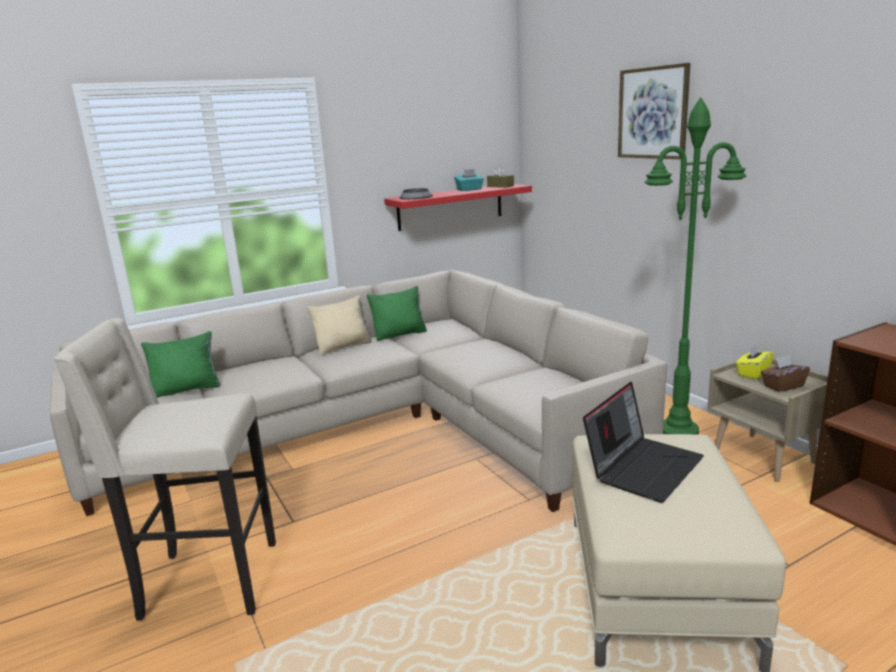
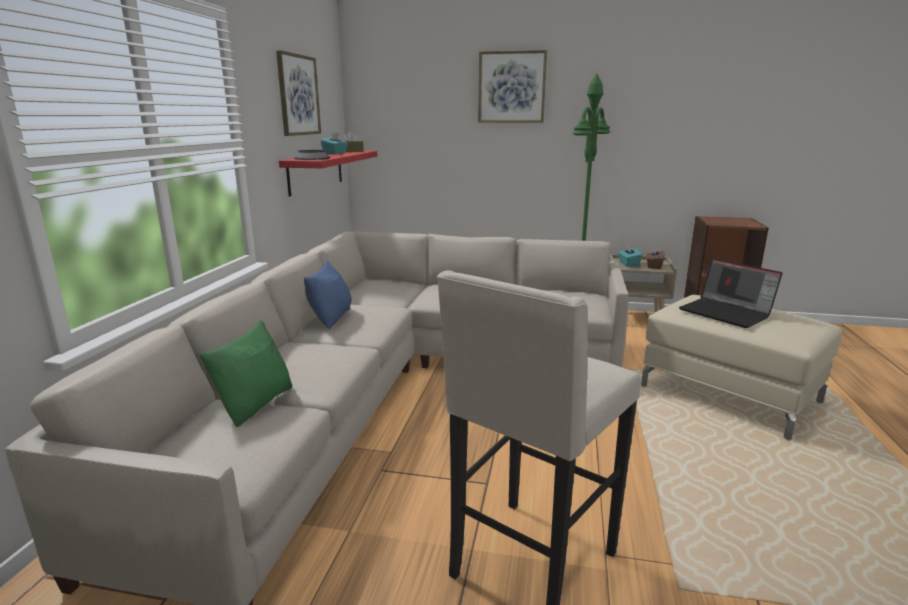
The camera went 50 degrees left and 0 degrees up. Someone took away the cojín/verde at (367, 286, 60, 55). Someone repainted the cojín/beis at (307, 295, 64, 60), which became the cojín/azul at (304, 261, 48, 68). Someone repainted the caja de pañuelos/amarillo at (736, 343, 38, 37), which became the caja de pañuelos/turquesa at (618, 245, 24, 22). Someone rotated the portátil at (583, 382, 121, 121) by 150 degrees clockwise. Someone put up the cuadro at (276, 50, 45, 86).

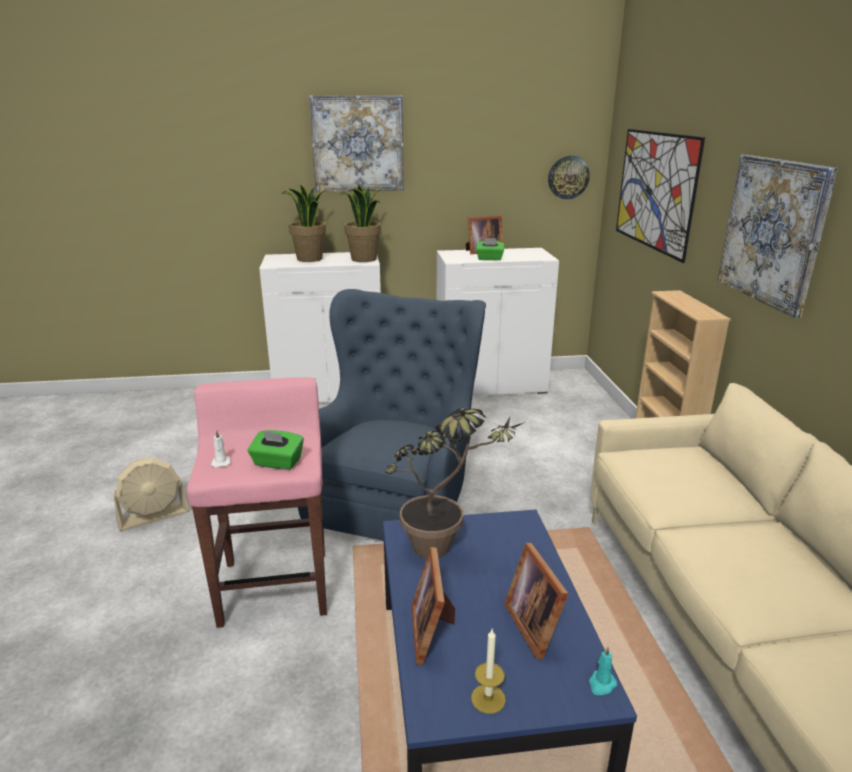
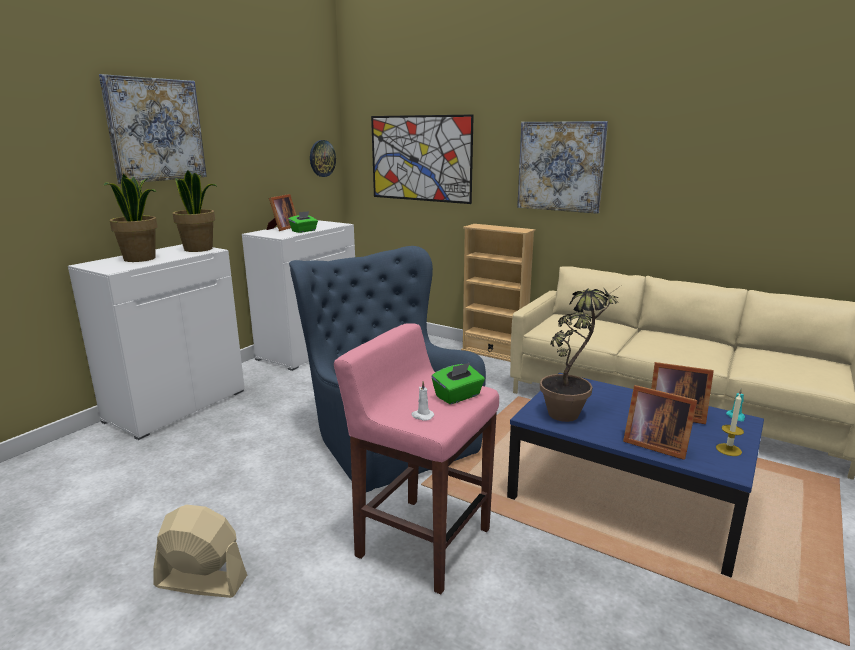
The camera went 50 degrees left and 5 degrees down. Someone rotated the ventilador/beis at (114, 457, 75, 74) by 90 degrees counterclockwise.

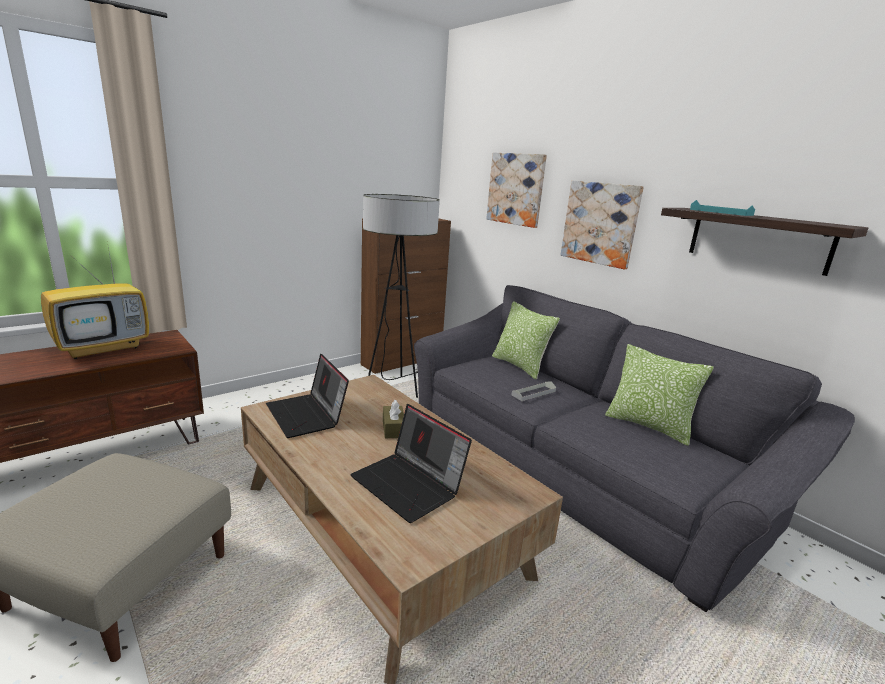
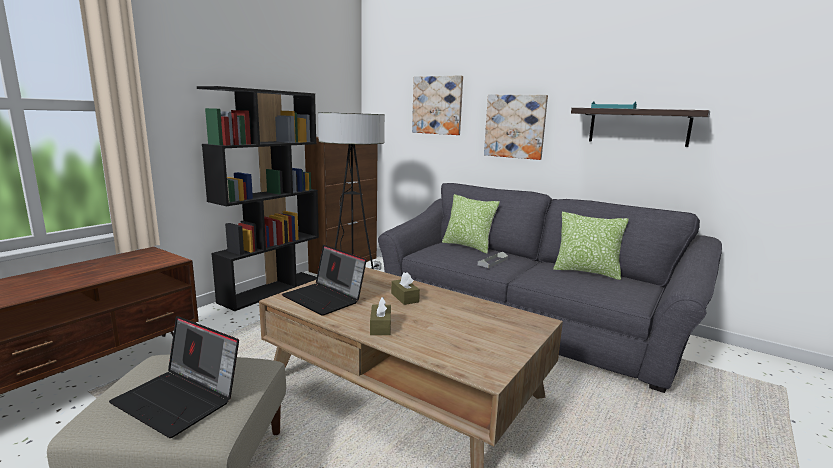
The camera went 15 degrees left and 5 degrees down. Someone took away the televisor at (41, 241, 108, 118). Someone carried the portátil from (351, 404, 121, 119) to (109, 316, 130, 122). Someone put down the estantería/negro at (197, 86, 122, 225). Someone put down the caja de pañuelos/marrón at (370, 297, 21, 38).

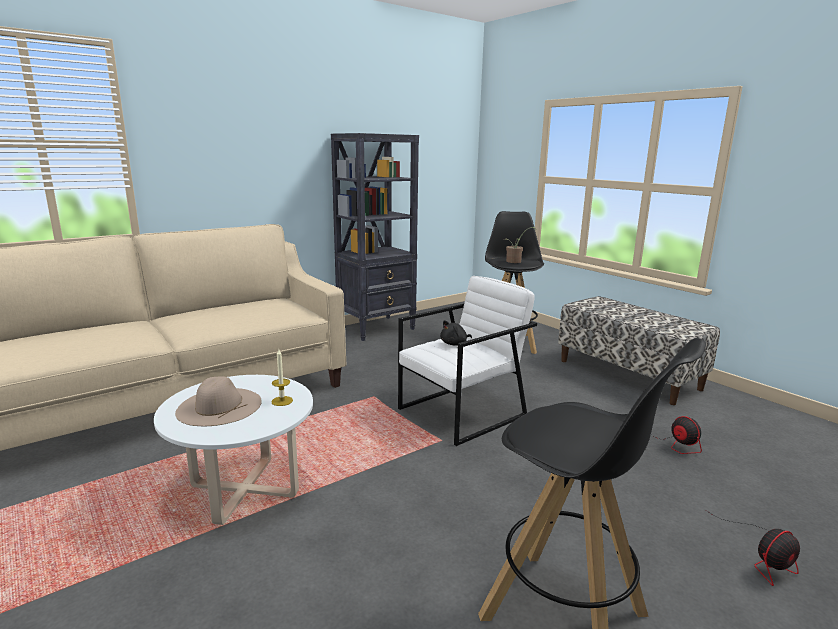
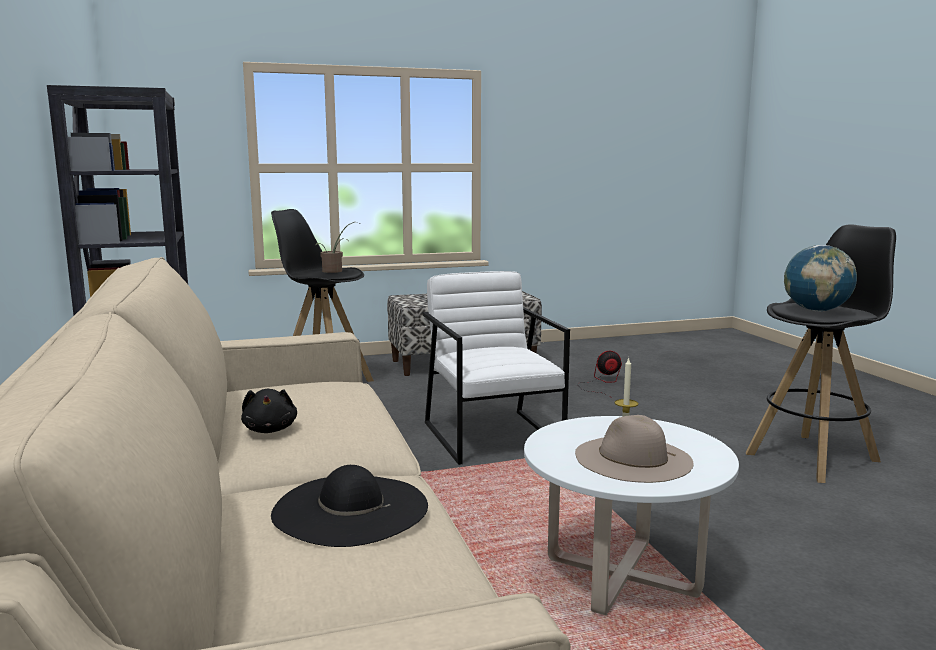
The camera went 70 degrees left and 5 degrees down. Someone carried the peluche/negro from (440, 320, 32, 26) to (241, 389, 56, 44). Someone took away the ventilador at (706, 510, 94, 76). Someone put down the globo terráqueo at (784, 245, 73, 67). Someone put down the sombrero/negro at (271, 465, 157, 82).

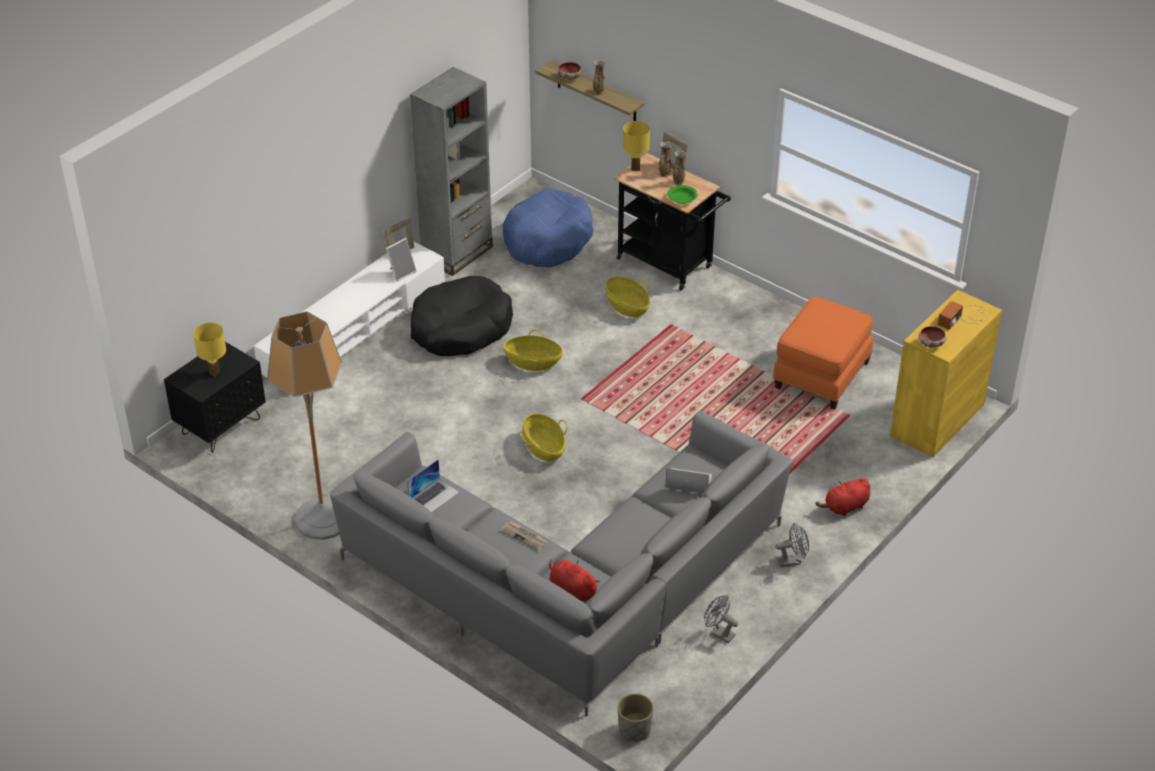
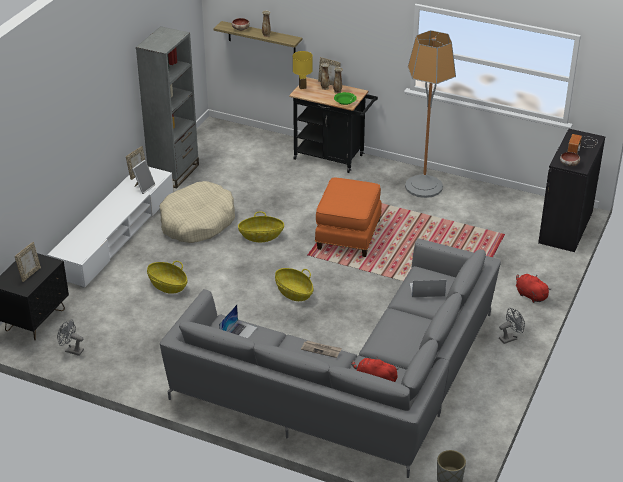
The camera went 15 degrees left and 5 degrees down. Someone took away the cama para perro/azul at (502, 189, 92, 78). Someone repainted the cama para perro/negro at (411, 276, 102, 80), which became the cama para perro/beis at (160, 181, 75, 62). Someone carried the cesta from (605, 276, 45, 41) to (147, 261, 40, 33). Someone repainted the armario/amarillo at (890, 290, 112, 168), which became the armario/negro at (538, 129, 67, 123). Someone carried the puf/naranja from (773, 297, 100, 113) to (315, 178, 67, 79). Someone carried the lámpara de pie from (267, 311, 75, 229) to (405, 30, 51, 168). Someone swapped the lámpara de mesa/amarillo at (193, 323, 33, 54) for the portarretratos at (15, 242, 26, 40). Someone rotated the peluche/rojo at (816, 478, 54, 39) by 90 degrees clockwise. Someone carried the ventilador/gris from (704, 595, 34, 48) to (57, 320, 27, 36).

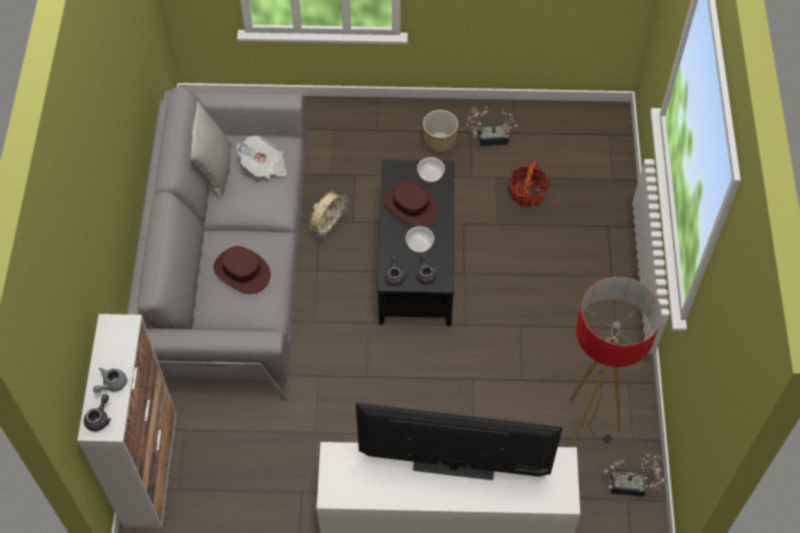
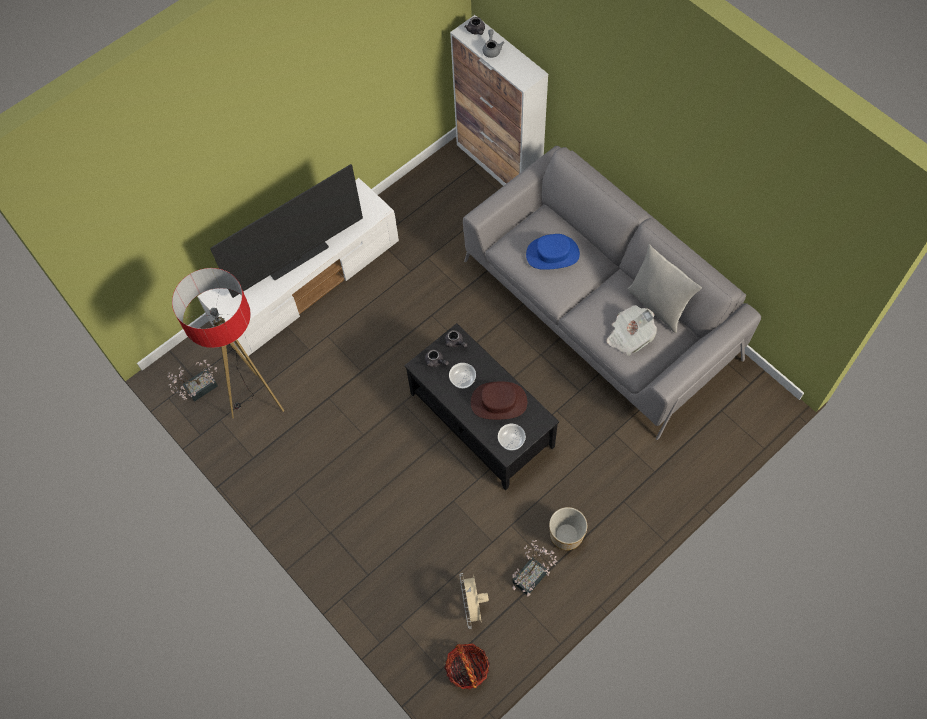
The camera went 140 degrees right and 5 degrees up. Someone carried the cesta from (508, 161, 41, 46) to (445, 643, 45, 47). Someone carried the ventilador/beis from (310, 191, 38, 48) to (459, 573, 30, 56). Someone repainted the sombrero/marrón at (213, 246, 58, 48), which became the sombrero/azul at (526, 234, 54, 36).

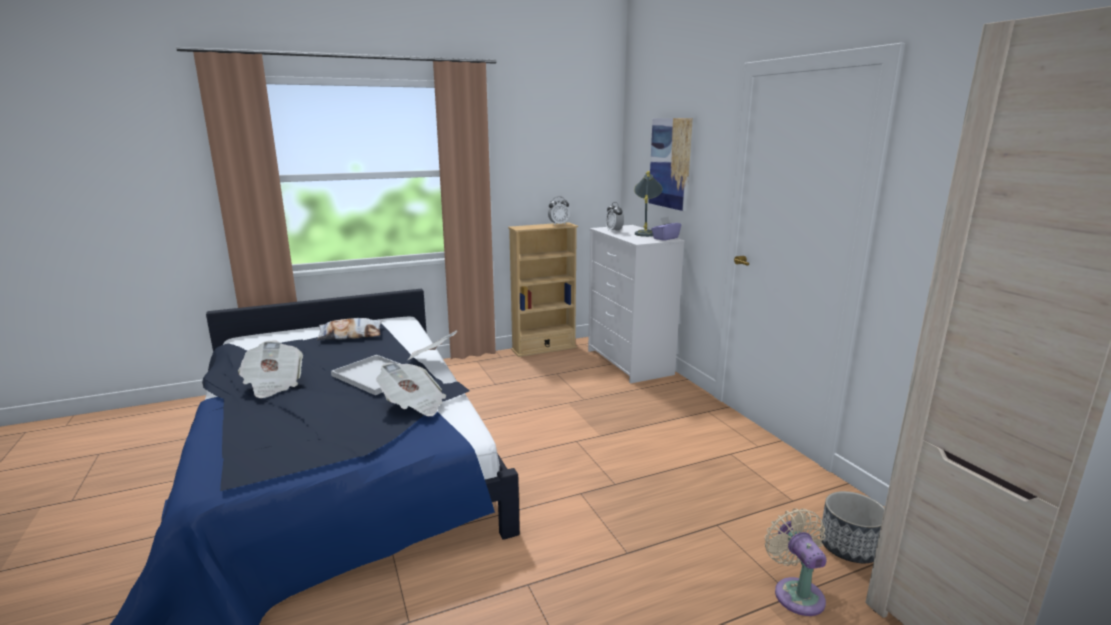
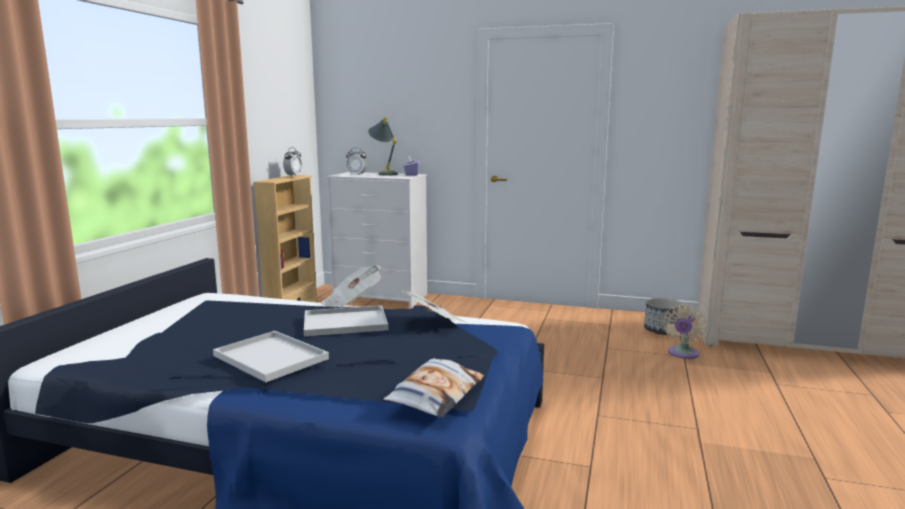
The camera went 50 degrees left and 5 degrees down. Someone took away the cuadro at (648, 118, 45, 93). Someone carried the cojín from (317, 318, 65, 22) to (383, 358, 101, 60). Someone swapped the periódico at (238, 341, 65, 57) for the bandeja/blanco at (213, 331, 116, 51). Someone rotated the ventilador/beis at (765, 508, 61, 108) by 90 degrees counterclockwise.

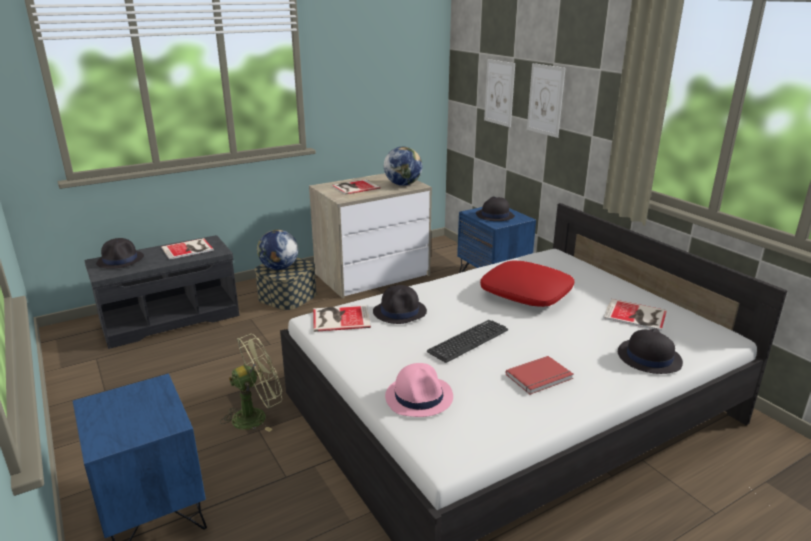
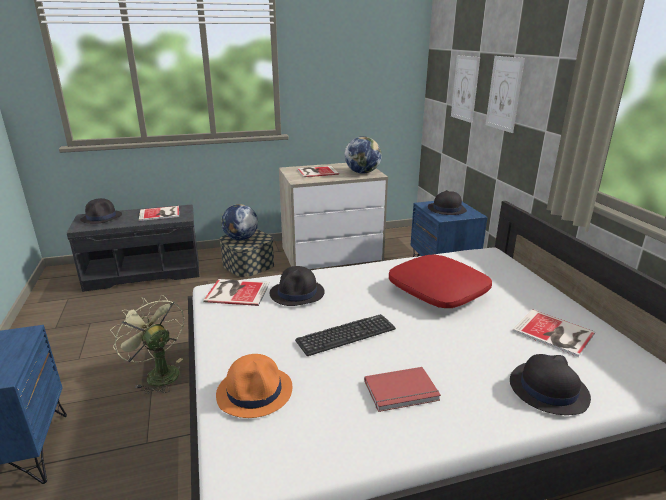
The camera went 15 degrees right and 0 degrees up. Someone rotated the ventilador/verde at (220, 334, 62, 98) by 120 degrees counterclockwise. Someone repainted the sombrero/rosa at (385, 363, 68, 54), which became the sombrero/naranja at (216, 354, 76, 64).

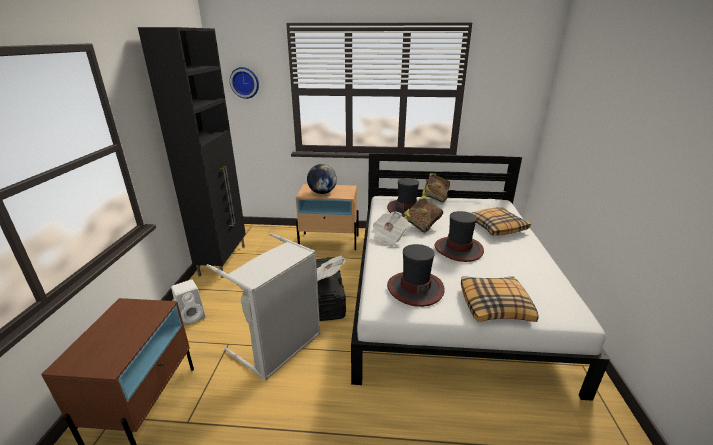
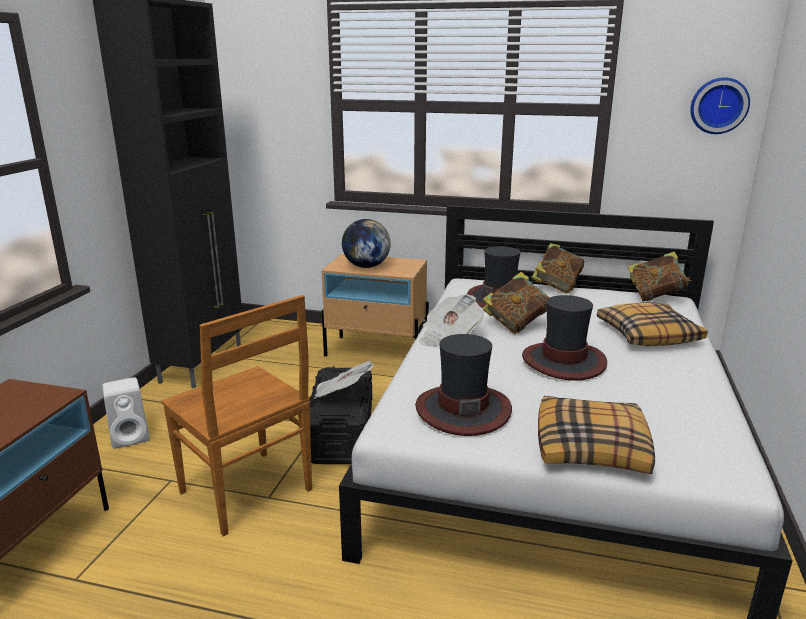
The camera went 10 degrees right and 5 degrees down. Someone carried the reloj de pared from (230, 67, 29, 32) to (690, 77, 60, 57). Someone swapped the cesto de la ropa/gris at (206, 233, 115, 147) for the silla/marrón at (161, 295, 151, 241). Someone put down the libro at (628, 251, 64, 50).

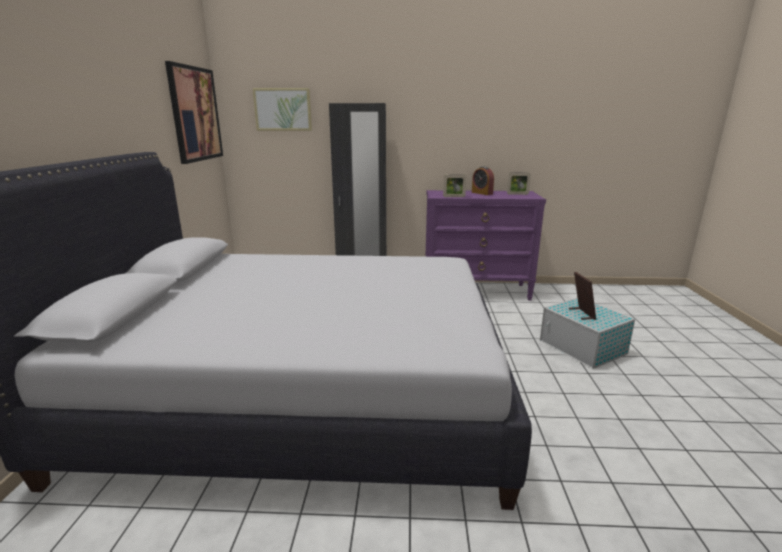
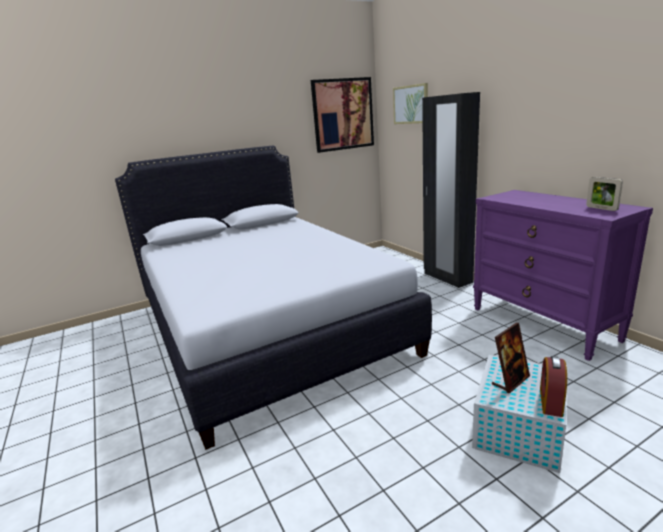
The camera went 60 degrees right and 0 degrees up. Someone carried the despertador from (472, 166, 22, 29) to (540, 356, 27, 61). Someone took away the portarretratos at (443, 175, 23, 22).

